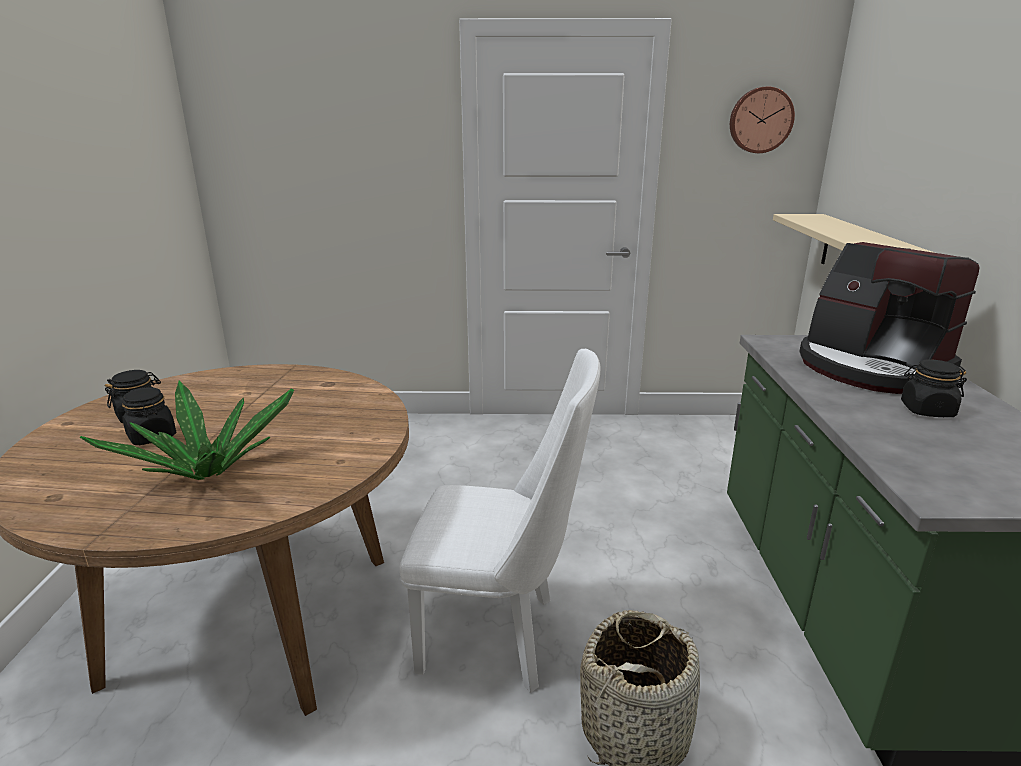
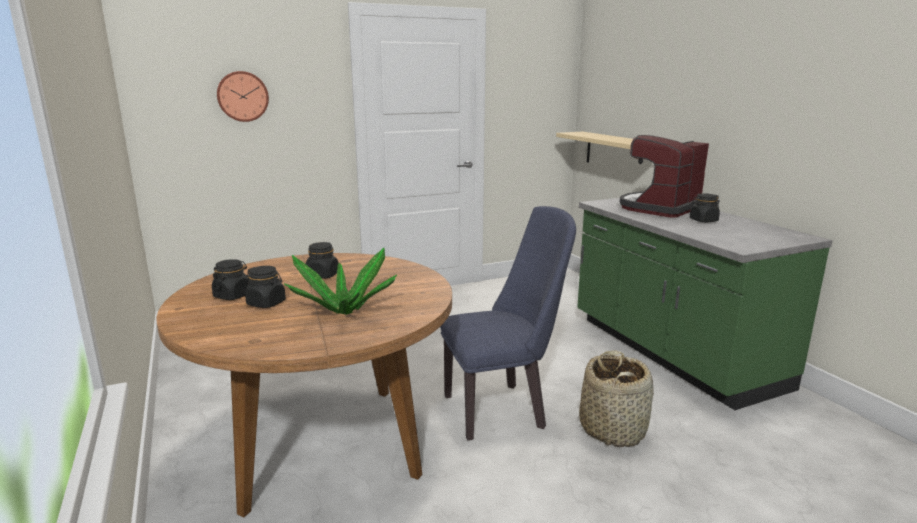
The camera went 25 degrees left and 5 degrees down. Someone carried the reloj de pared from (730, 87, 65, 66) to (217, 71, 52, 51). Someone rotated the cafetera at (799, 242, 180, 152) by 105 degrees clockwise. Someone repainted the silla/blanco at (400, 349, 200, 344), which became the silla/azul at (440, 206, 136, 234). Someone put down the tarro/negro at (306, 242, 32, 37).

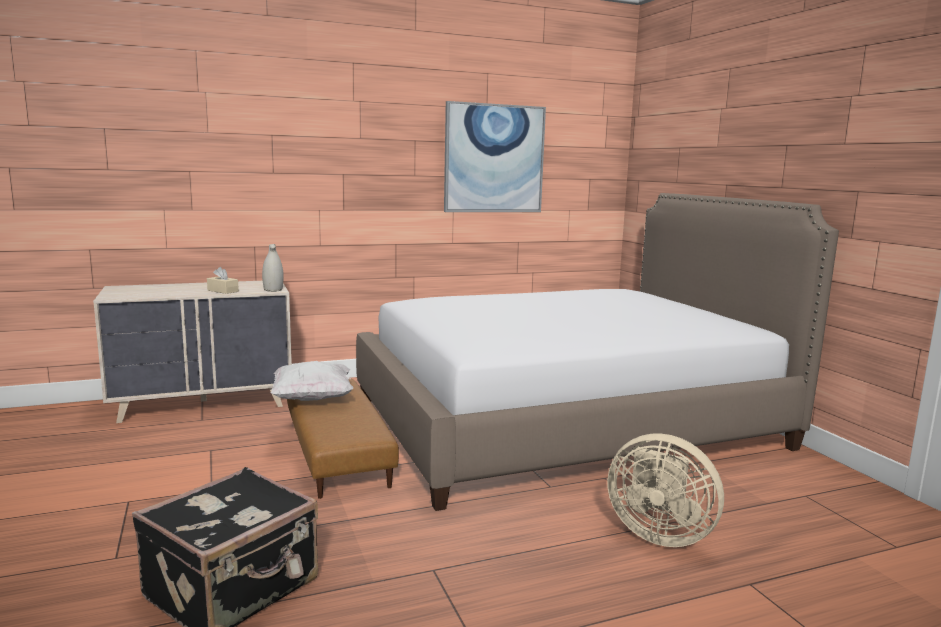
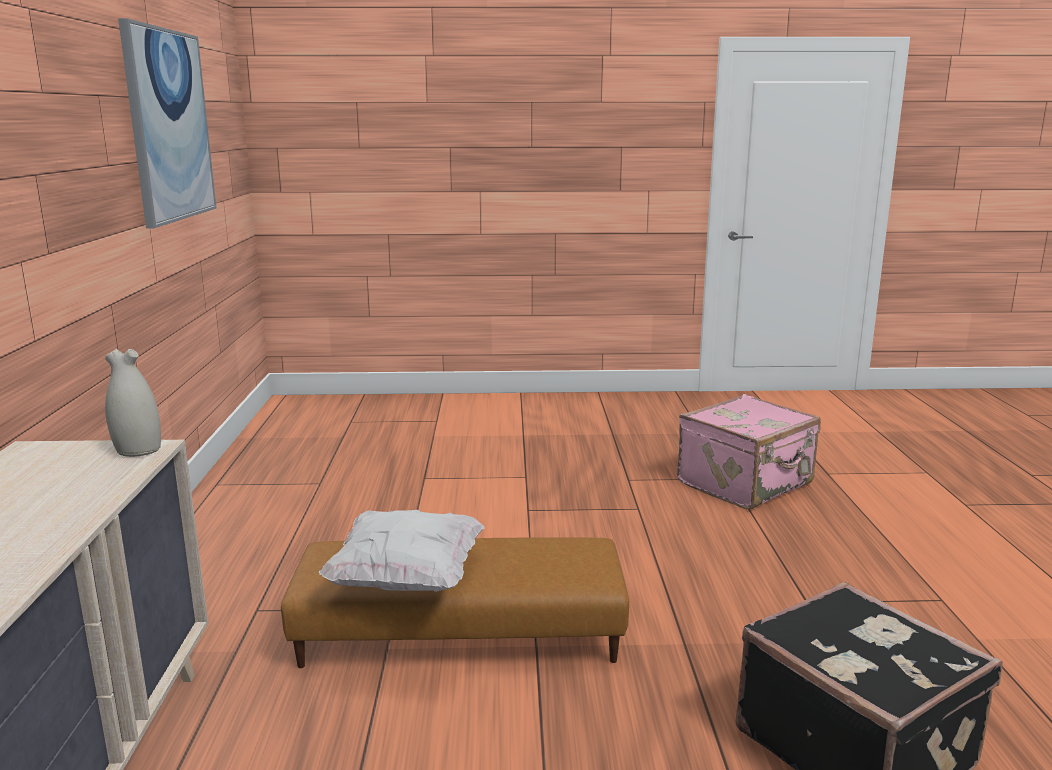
The camera went 70 degrees left and 5 degrees up. Someone took away the cama at (356, 193, 483, 318). Someone took away the caja de pañuelos/beis at (207, 267, 32, 27). Someone swapped the ventilador/beis at (607, 433, 117, 114) for the maleta/rosa at (677, 394, 144, 115).

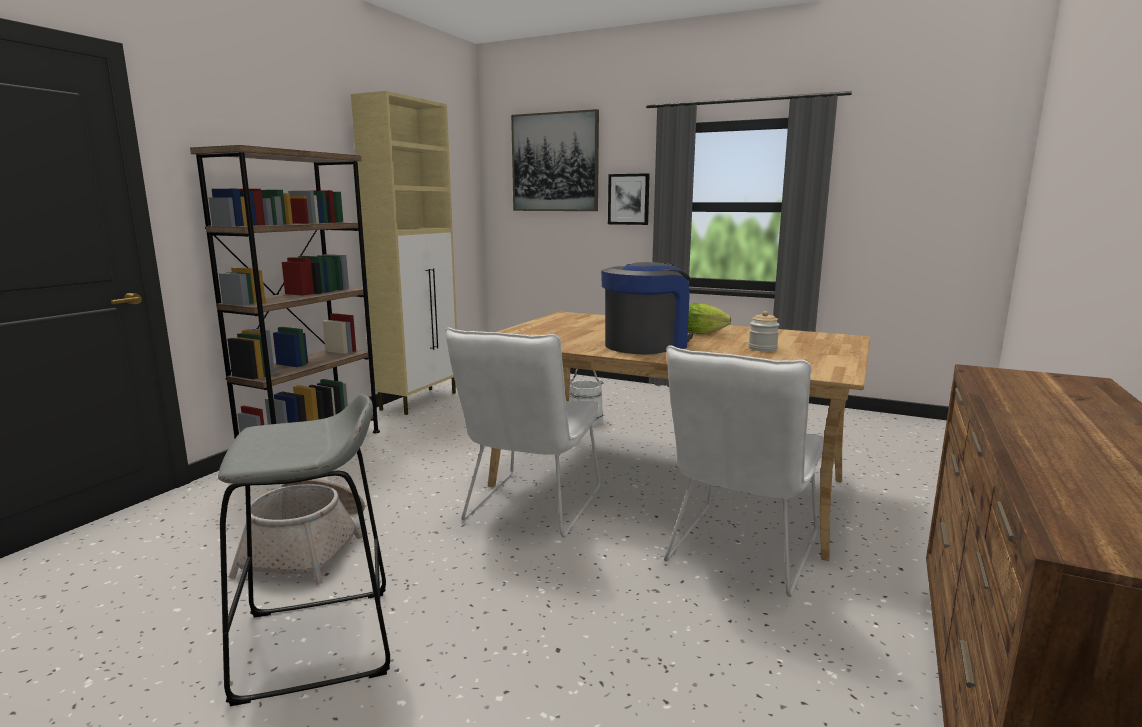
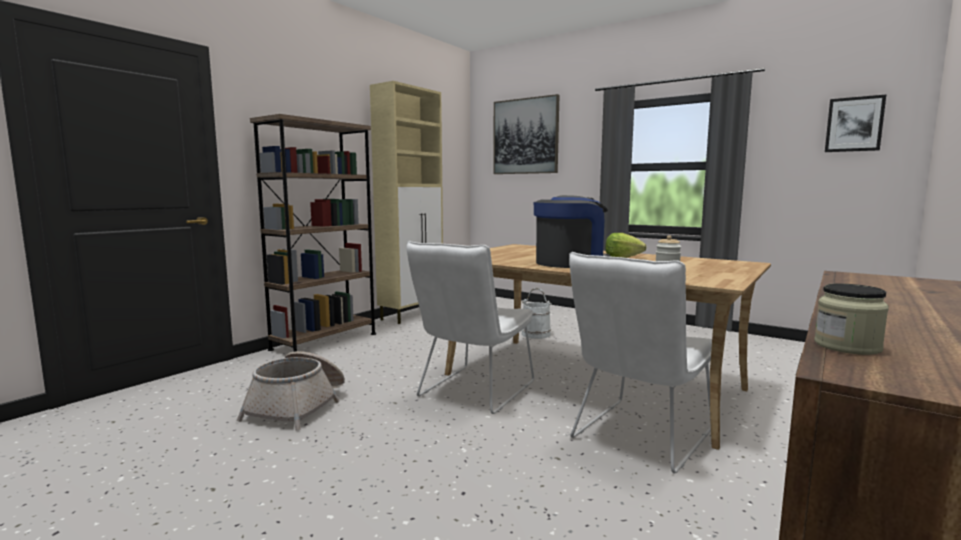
The camera went 10 degrees right and 5 degrees down. Someone carried the cuadro from (608, 173, 42, 52) to (825, 95, 61, 57). Someone took away the taburete/gris at (218, 394, 172, 312). Someone put down the tarro at (814, 283, 75, 72).

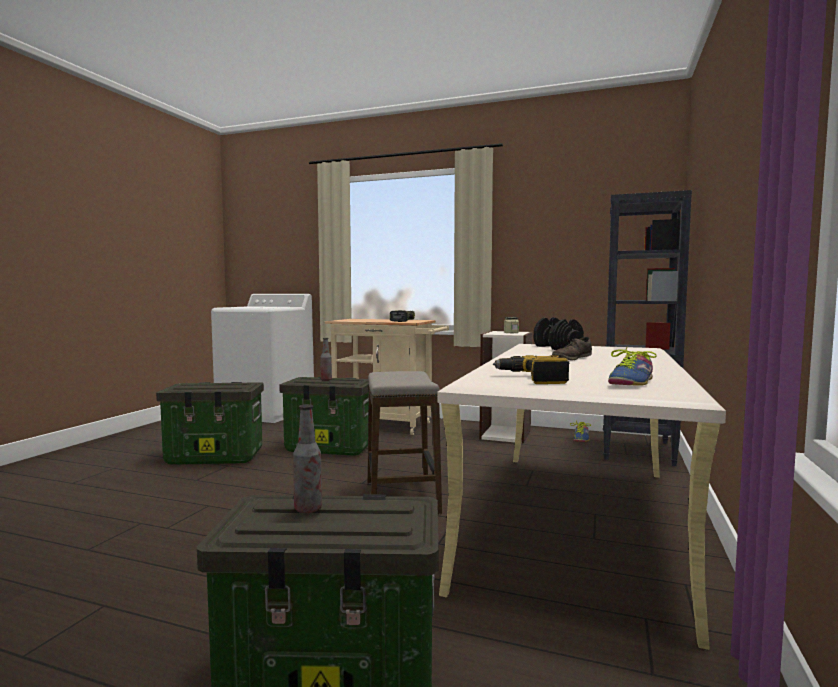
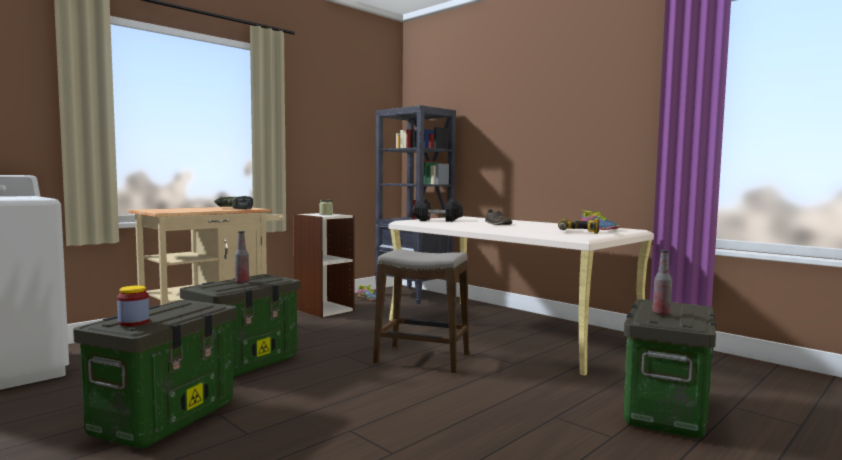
The camera went 65 degrees left and 0 degrees up. Someone put down the tarro at (117, 286, 33, 40).

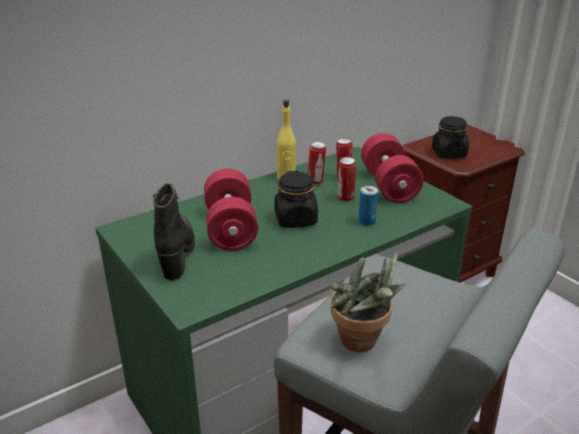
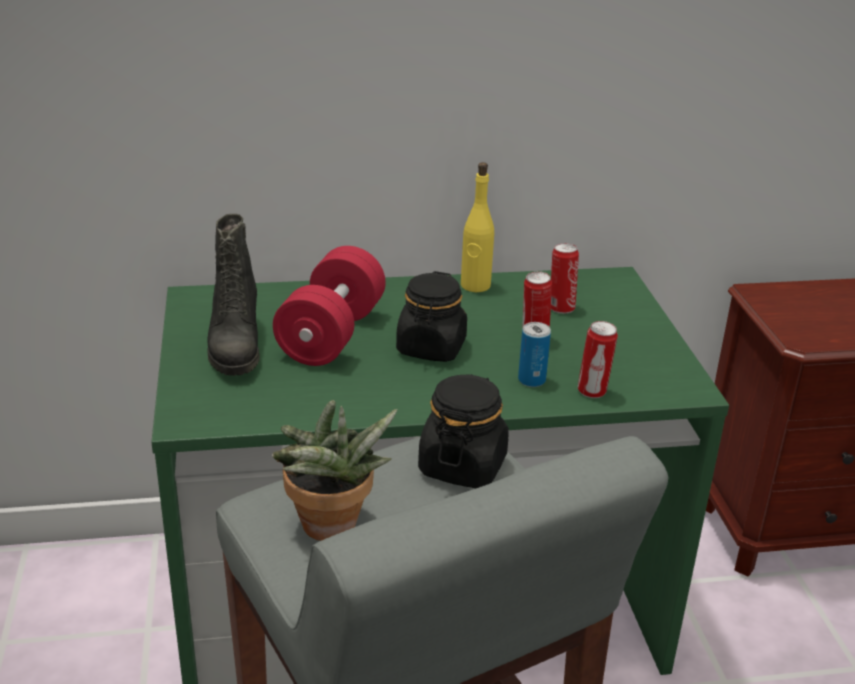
The camera went 25 degrees right and 0 degrees up. Someone carried the tarro/negro from (432, 116, 37, 43) to (418, 374, 91, 114). Someone took away the mancuerna/rojo at (361, 133, 63, 70). Someone carried the lata from (308, 142, 18, 43) to (578, 321, 40, 77). Someone rotated the bota/negro at (153, 183, 42, 97) by 150 degrees clockwise.

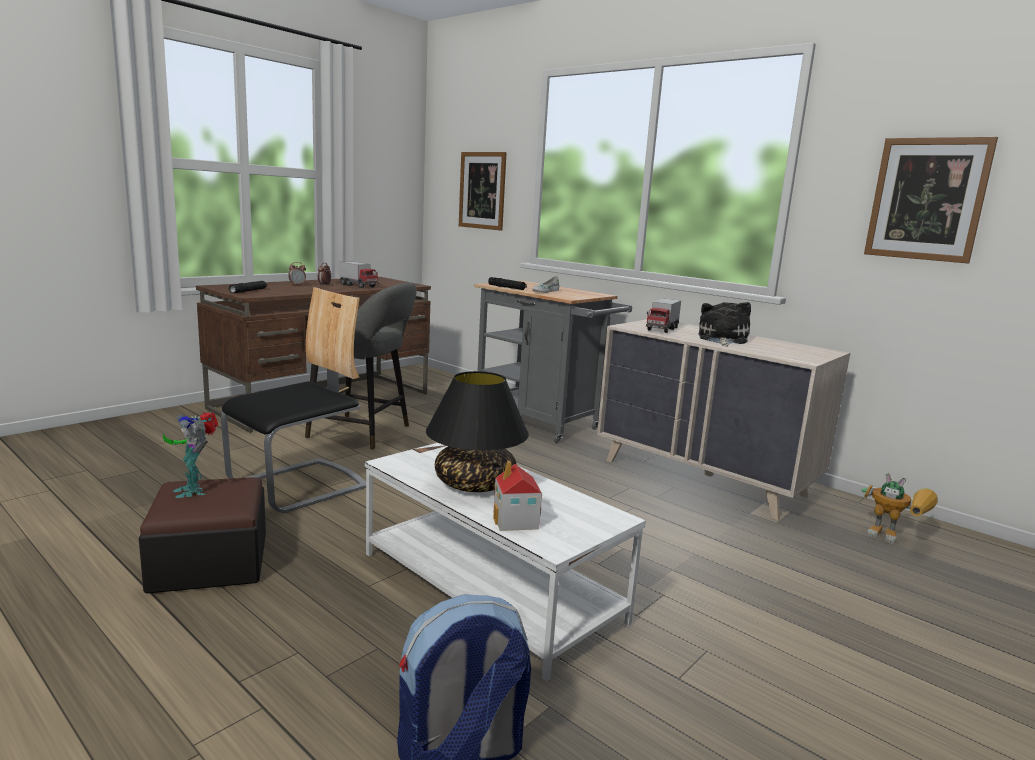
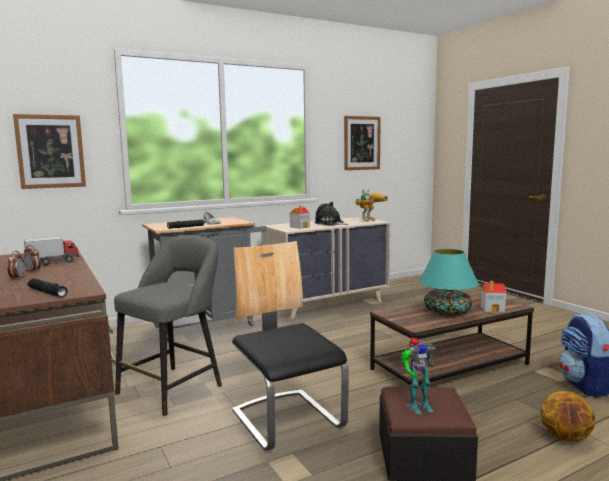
The camera went 70 degrees left and 5 degrees down. Someone swapped the camión de juguete at (646, 298, 35, 35) for the casita at (290, 205, 20, 24). Someone repainted the lámpara de mesa/negro at (426, 371, 103, 121), which became the lámpara de mesa/turquesa at (419, 249, 60, 66). Someone repainted the mesa de centro/blanco at (365, 443, 281, 238), which became the mesa de centro/marrón at (370, 292, 164, 93). Someone carried the robot de juguete from (862, 473, 76, 71) to (355, 189, 33, 33). Someone put down the balón de baloncesto at (540, 391, 55, 50).

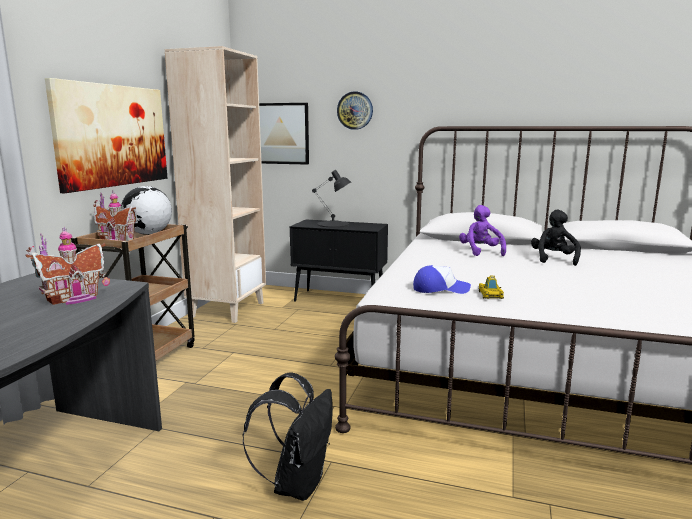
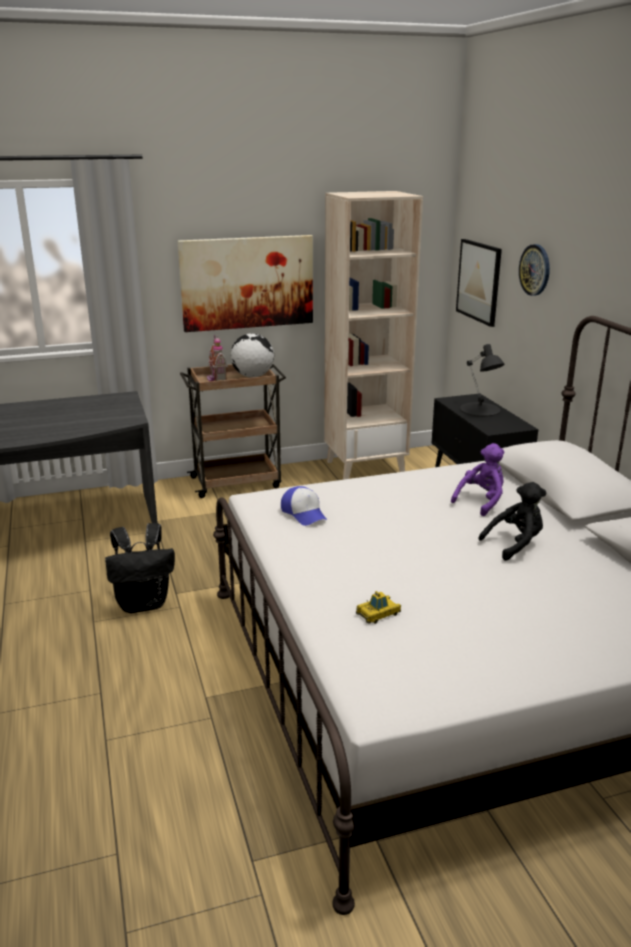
The camera went 55 degrees right and 10 degrees up. Someone took away the casita at (26, 227, 84, 78). Someone carried the coche de juguete from (479, 276, 25, 23) to (356, 591, 45, 33).

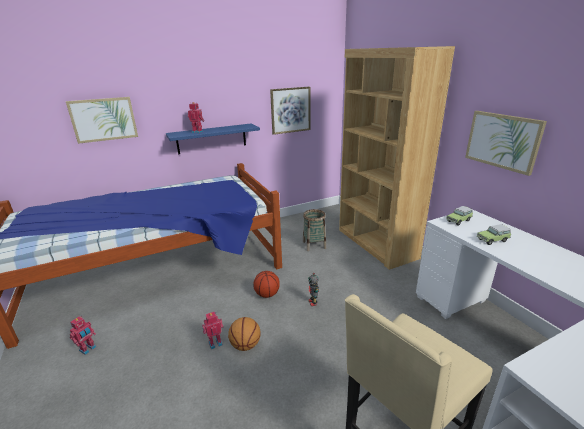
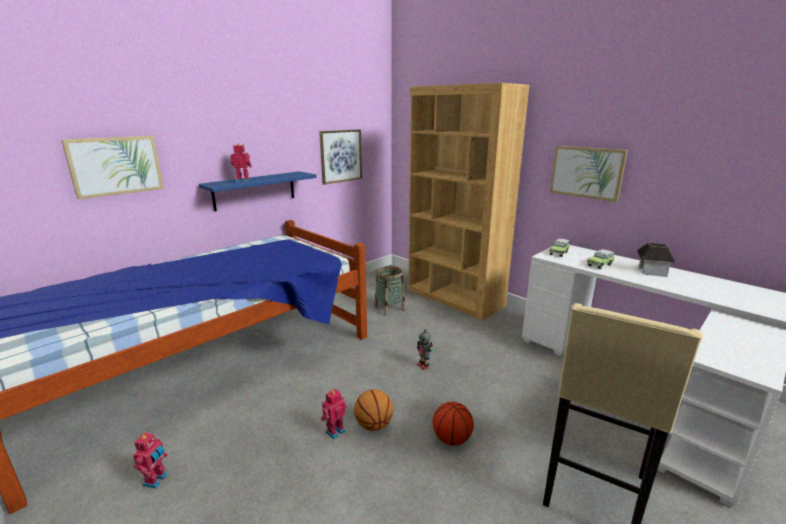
The camera went 20 degrees left and 5 degrees down. Someone carried the balón de baloncesto from (253, 271, 27, 27) to (433, 402, 41, 43). Someone put down the casita at (637, 243, 38, 34).

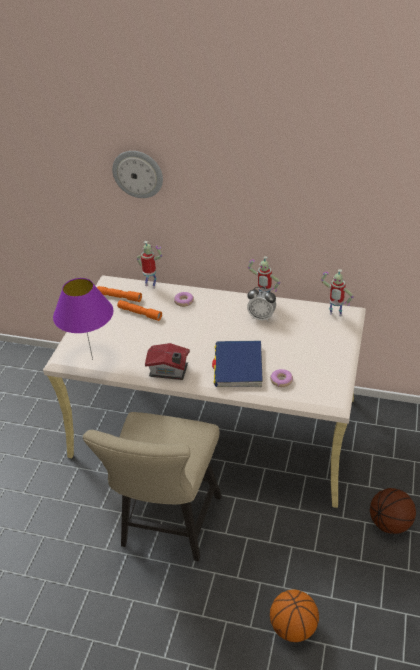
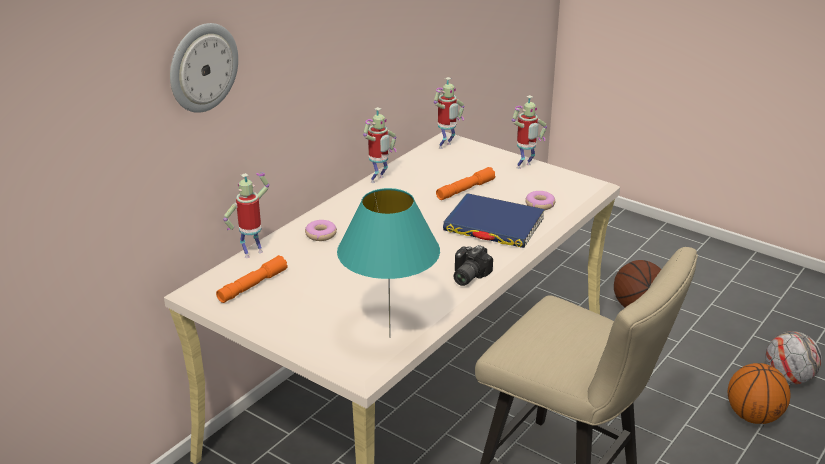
The camera went 70 degrees left and 10 degrees down. Someone repainted the lámpara de mesa/morado at (53, 278, 61, 82), which became the lámpara de mesa/turquesa at (337, 188, 103, 150). Someone took away the despertador at (247, 287, 29, 35). Someone carried the linterna/naranja from (117, 300, 45, 21) to (436, 167, 59, 33). Someone swapped the casita at (145, 343, 45, 37) for the cámara at (453, 245, 40, 41). Someone put down the robot de juguete at (512, 95, 35, 74). Someone put down the balón de fútbol at (766, 331, 56, 53).

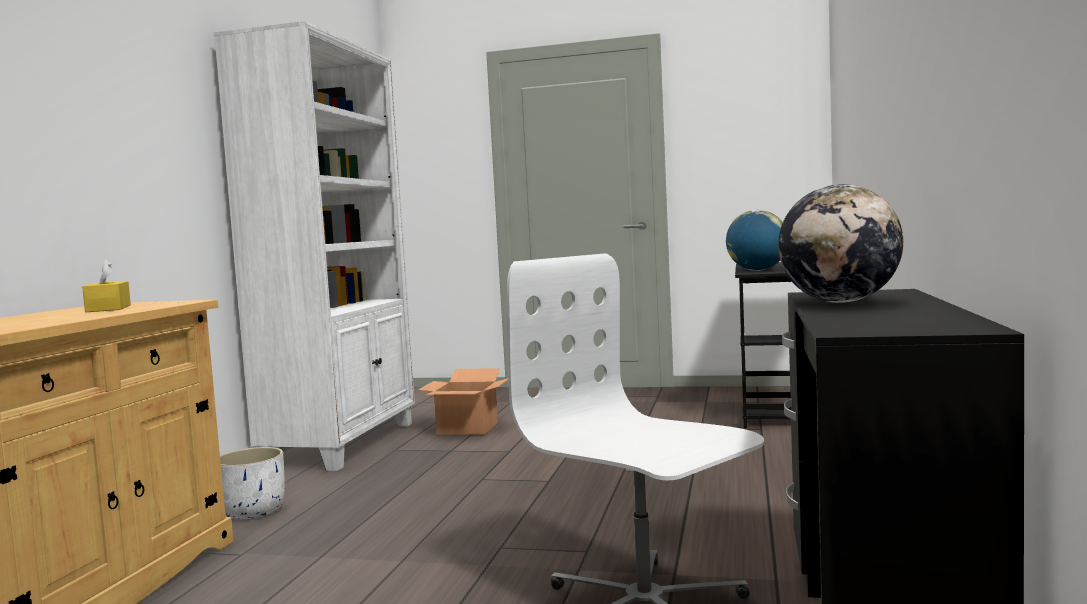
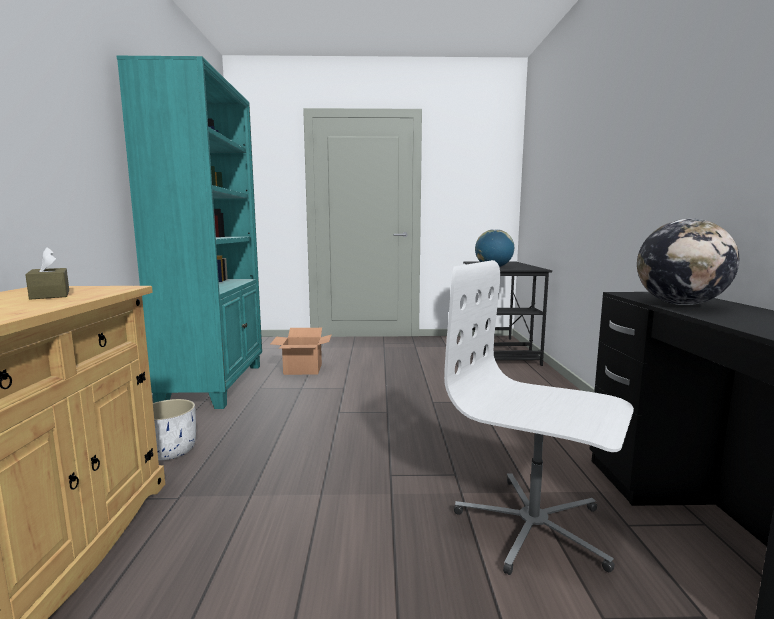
The camera went 15 degrees left and 5 degrees up. Someone repainted the estantería/blanco at (214, 21, 201, 450), which became the estantería/turquesa at (117, 56, 145, 353). Someone repainted the caja de pañuelos/amarillo at (82, 258, 49, 54), which became the caja de pañuelos/marrón at (25, 247, 44, 53).

